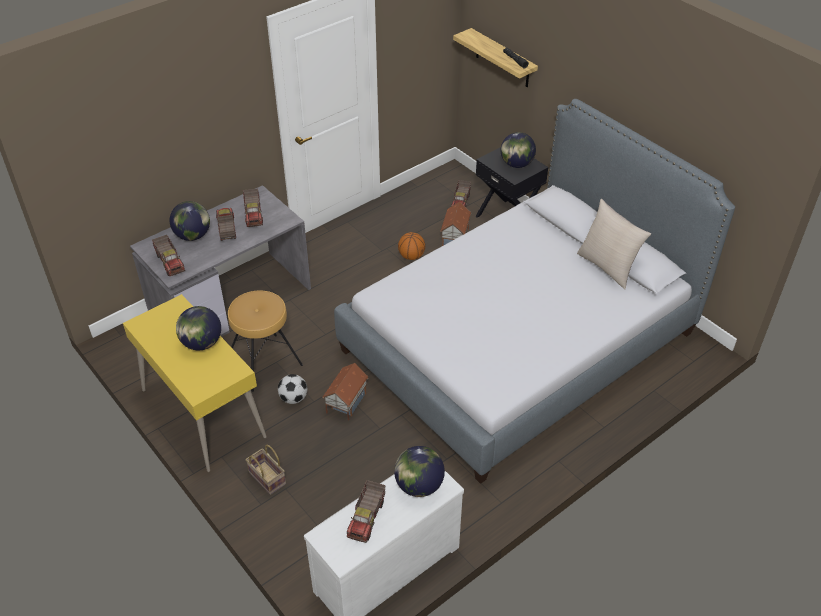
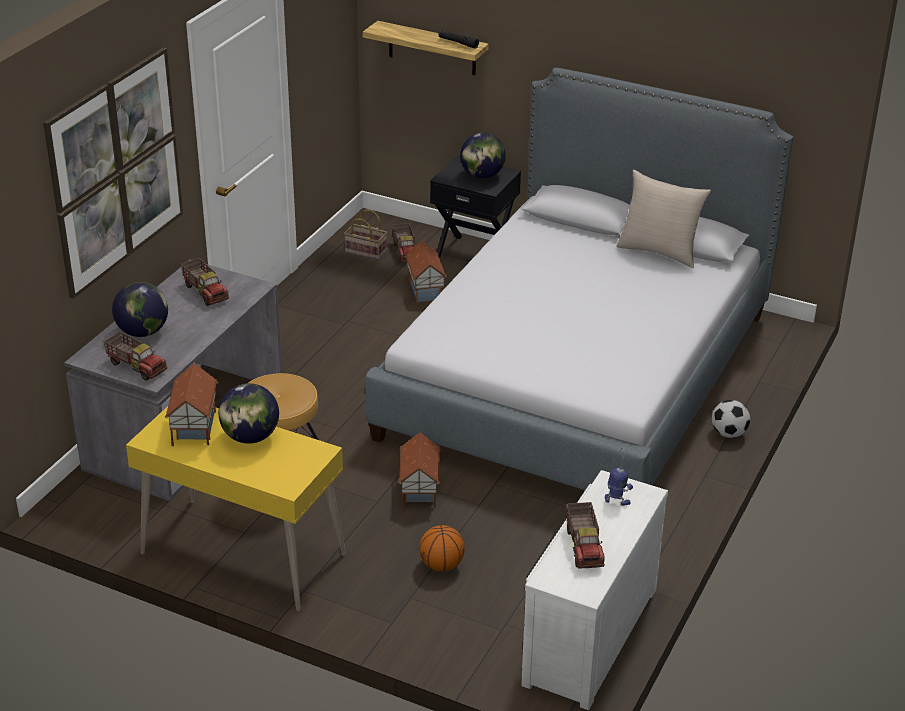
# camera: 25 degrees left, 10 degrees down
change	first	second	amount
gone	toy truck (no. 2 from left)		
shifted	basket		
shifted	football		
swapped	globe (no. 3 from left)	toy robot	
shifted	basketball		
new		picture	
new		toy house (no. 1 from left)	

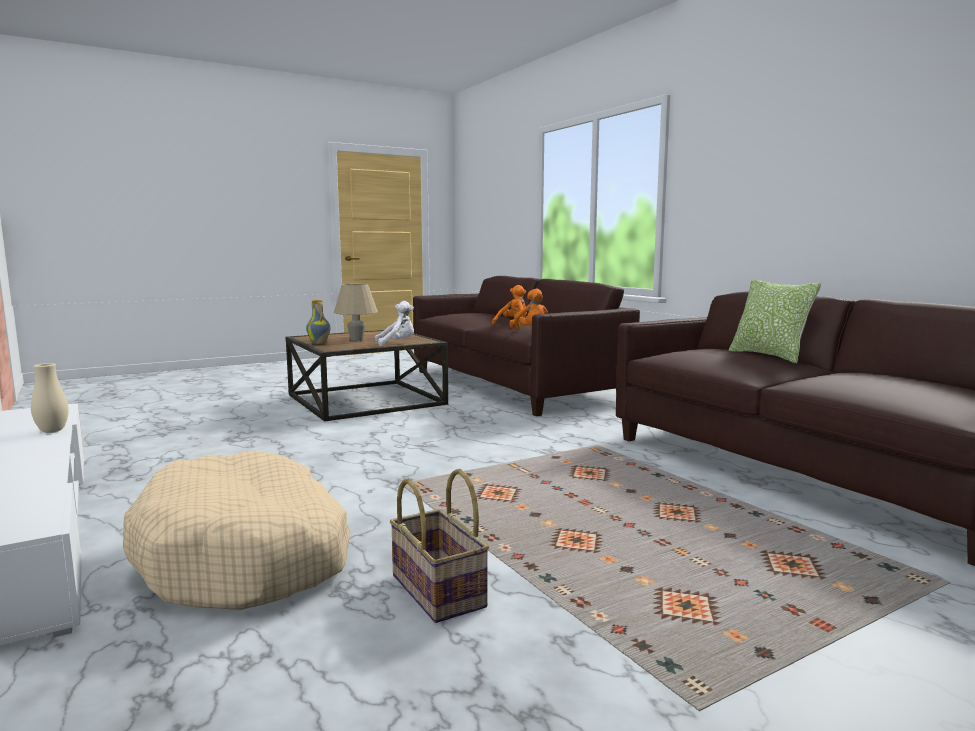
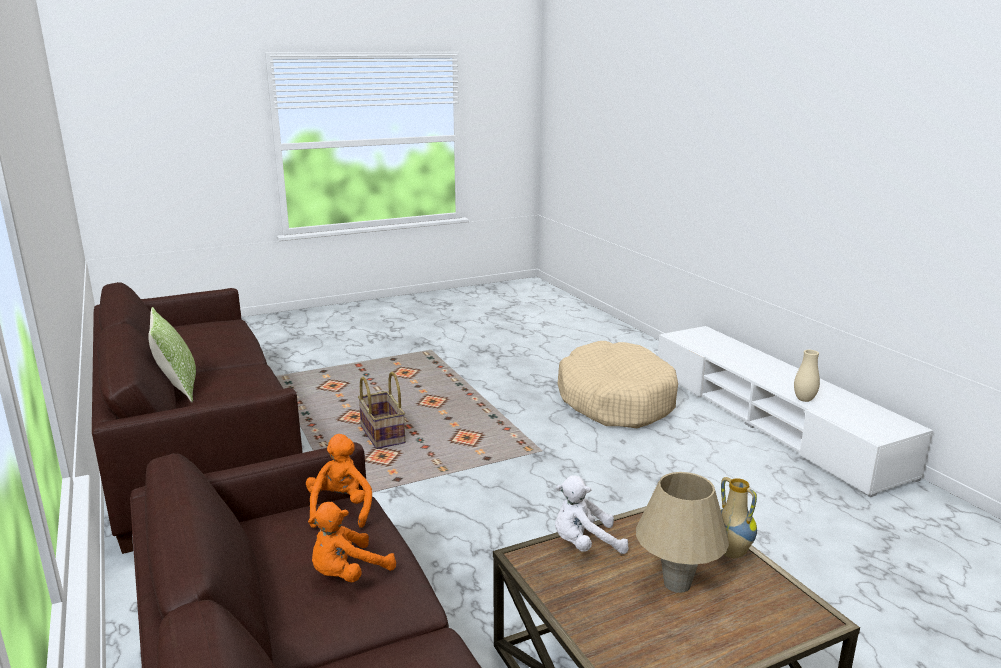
# camera: 175 degrees left, 10 degrees up
change	first	second	amount
shifted	basket		

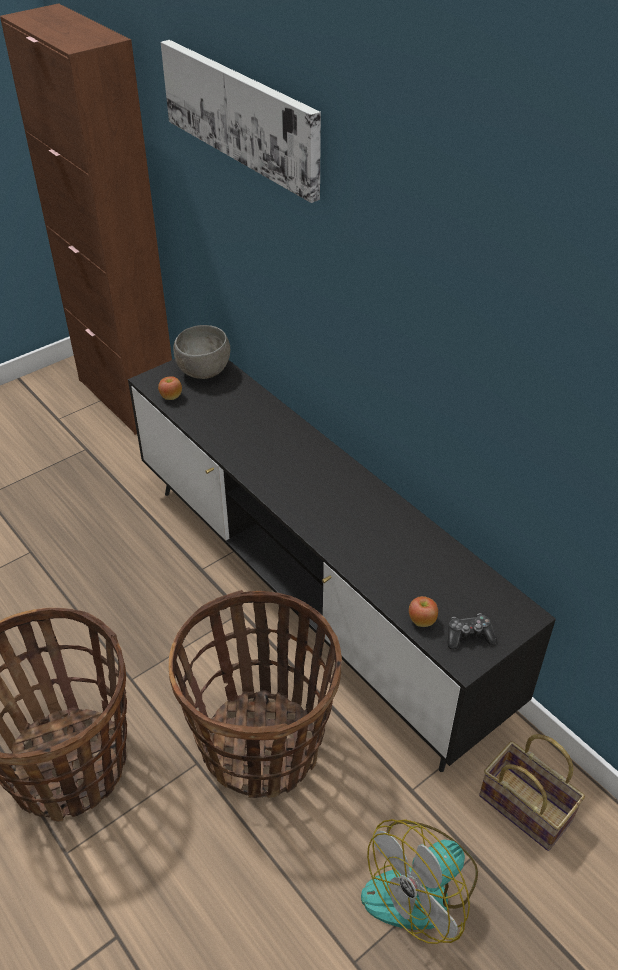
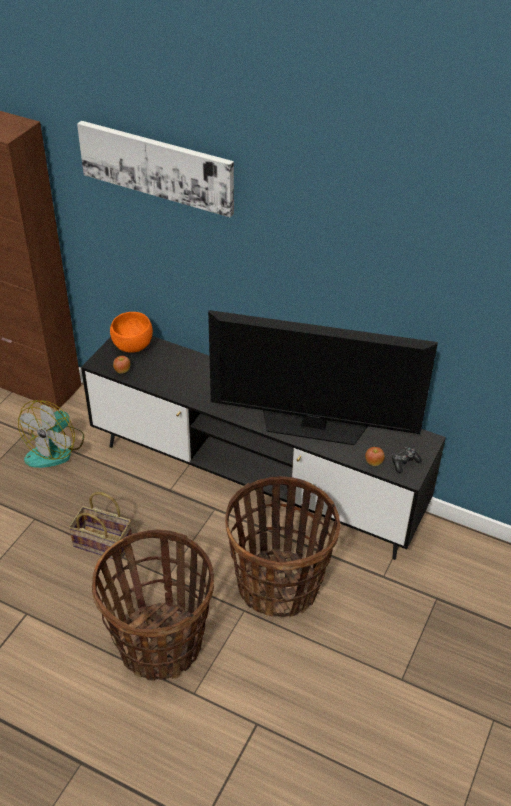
# camera: 25 degrees left, 0 degrees up
change	first	second	amount
repainted	bowl in grey	bowl in orange	
shifted	fan		
shifted	basket (no. 3 from left in the first image)	basket (no. 1 from left)	
new		television	

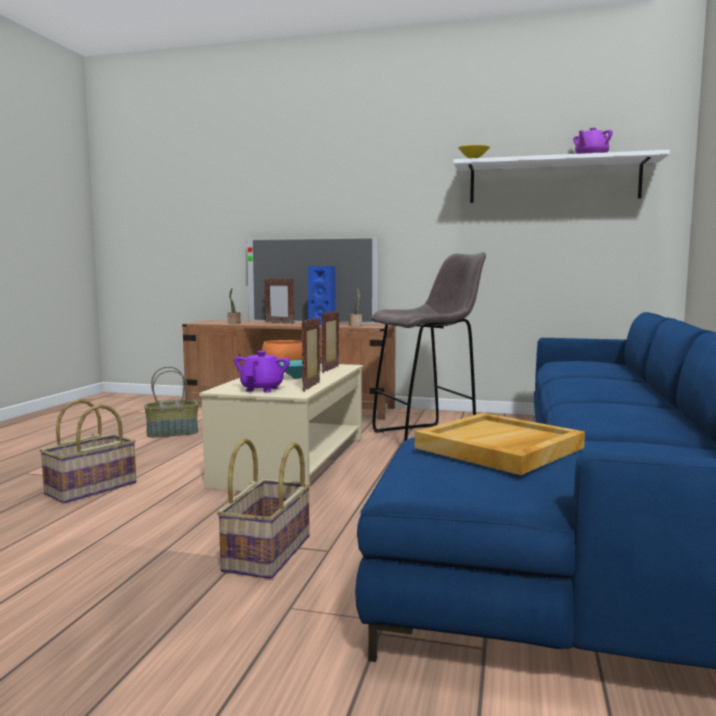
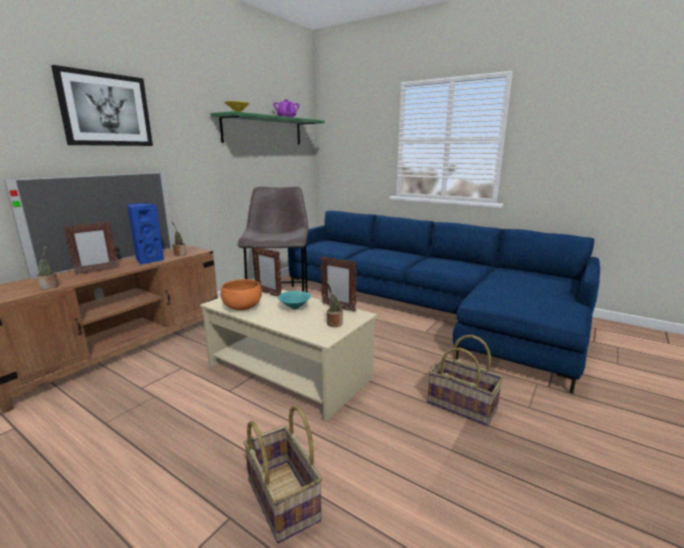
# camera: 70 degrees left, 10 degrees up
change	first	second	amount
gone	basket (no. 2 from left)		
swapped	teapot in purple (no. 1 from left)	potted plant (no. 3 from left)	
gone	tray in beige		
repainted	shelf in white	shelf in green	
new		picture	

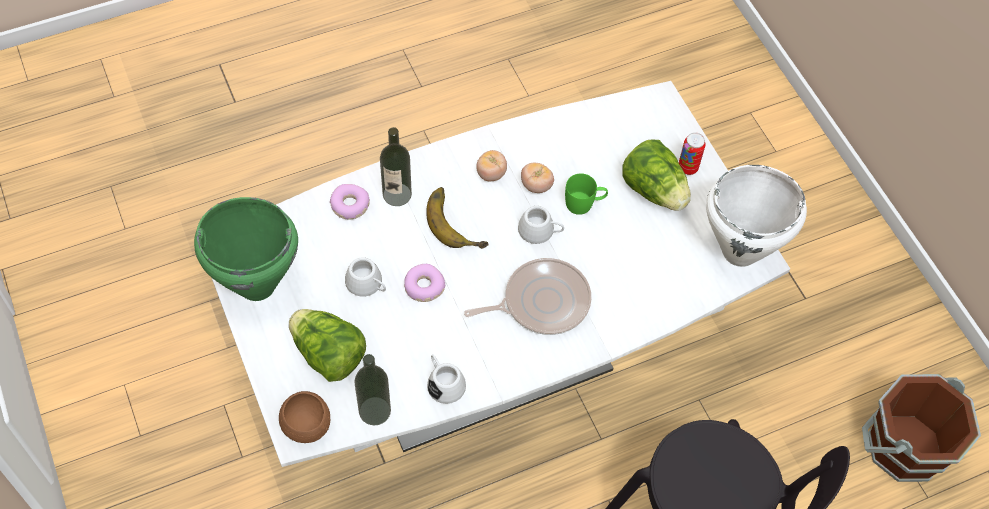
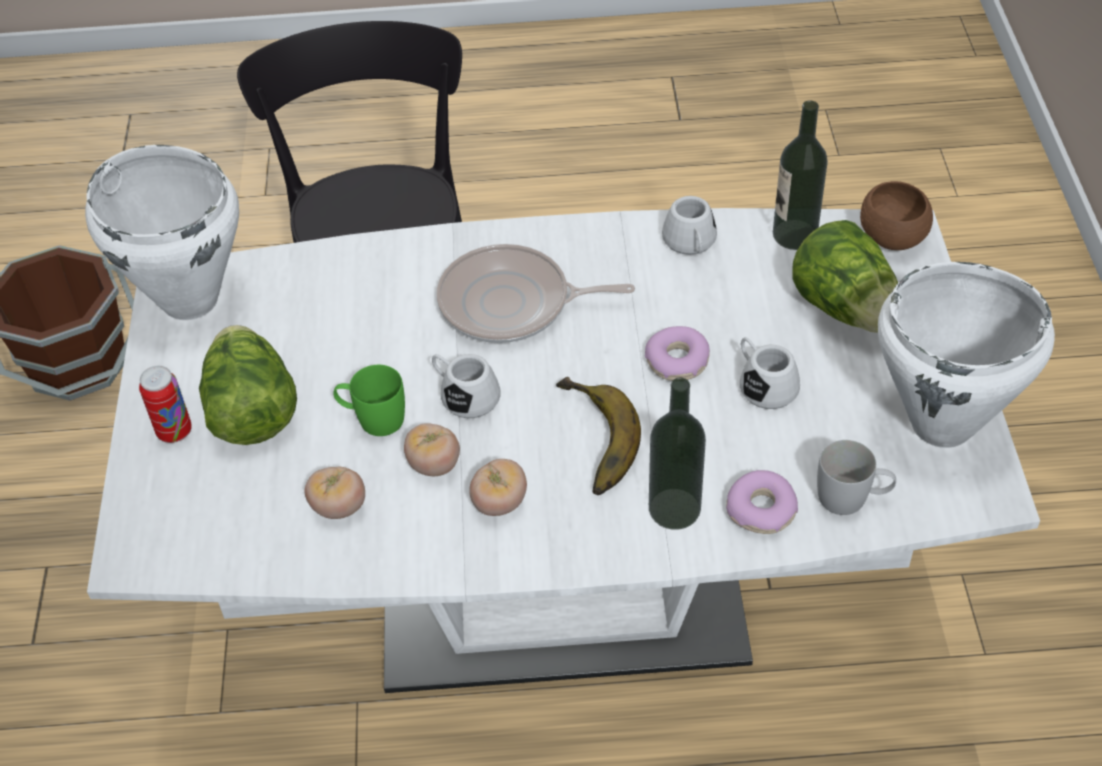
# camera: 155 degrees left, 10 degrees down
change	first	second	amount
repainted	cooking pot in green	cooking pot in white (no. 2 from left)	
new		tomato (no. 1 from left)	
new		mug in white (no. 4 from left)	

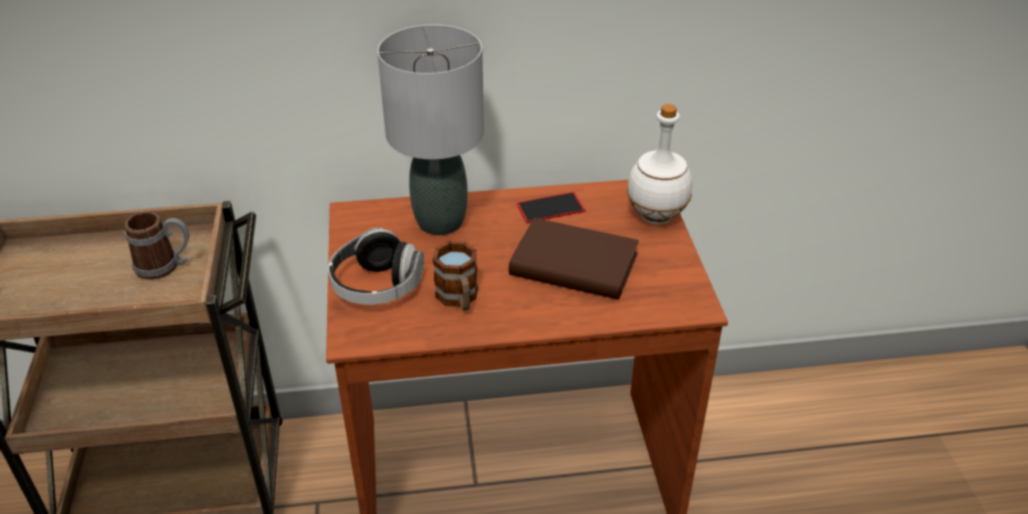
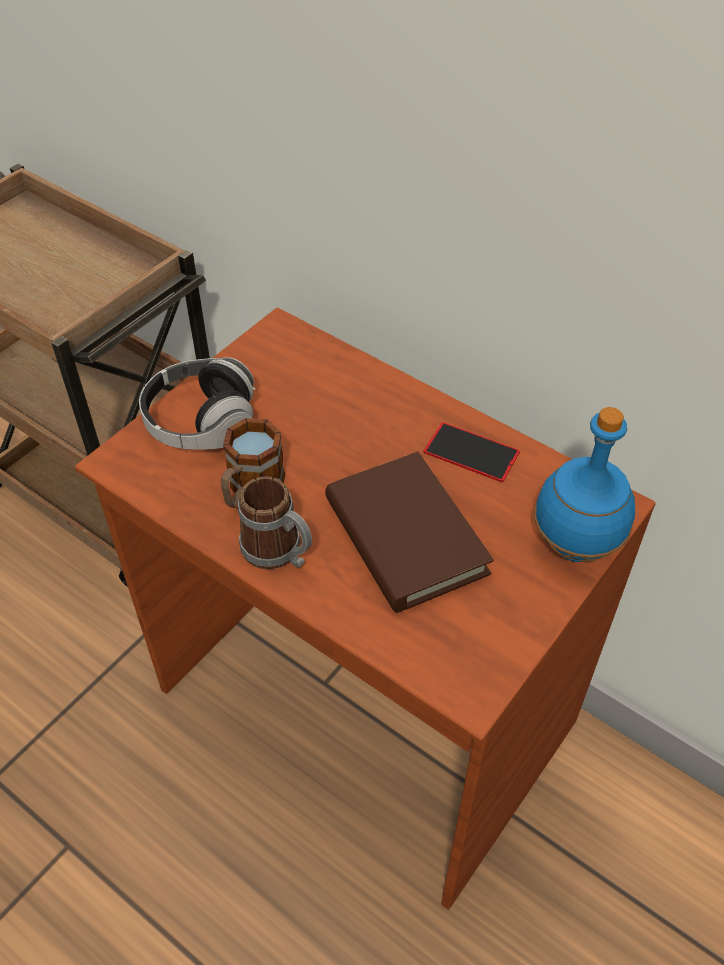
# camera: 45 degrees right, 10 degrees up
change	first	second	amount
shifted	mug (no. 1 from left in the first image)	mug (no. 2 from left)	
gone	table lamp in grey		
repainted	bottle in white	bottle in blue	

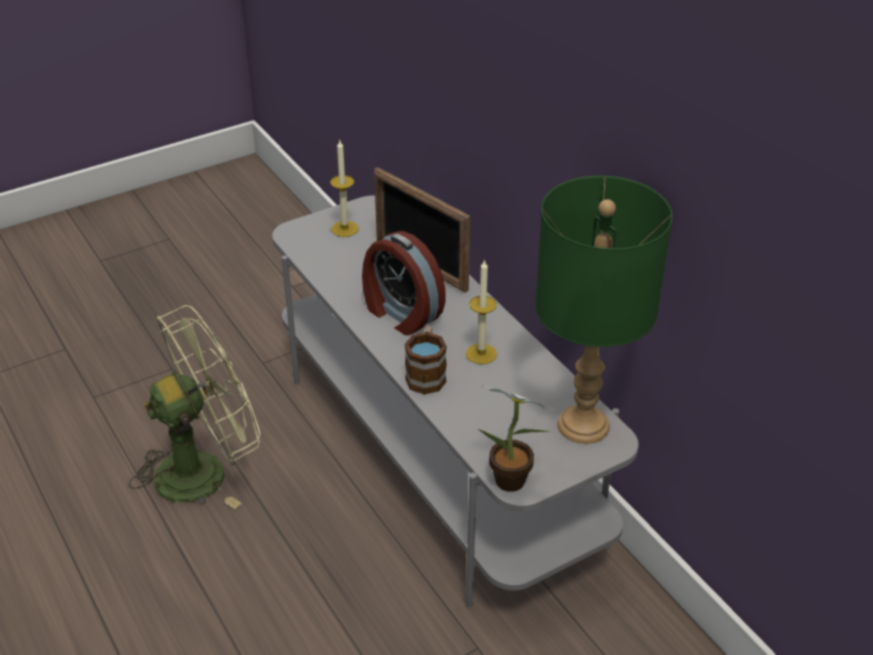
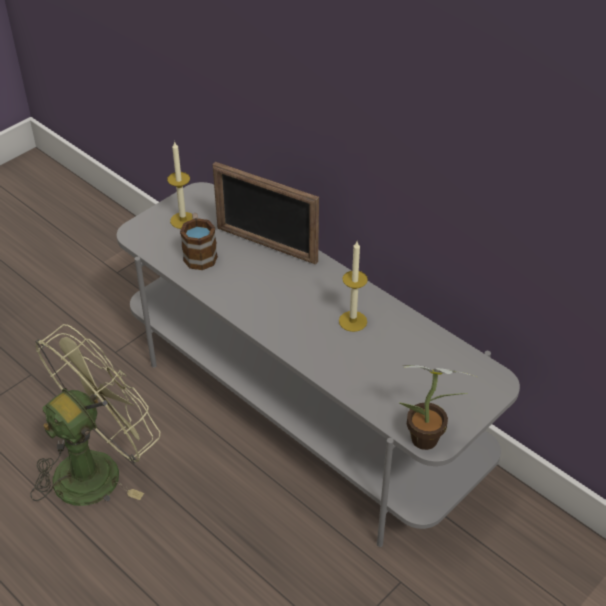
# camera: 15 degrees left, 5 degrees up
change	first	second	amount
gone	alarm clock		
shifted	mug		
gone	table lamp in green		

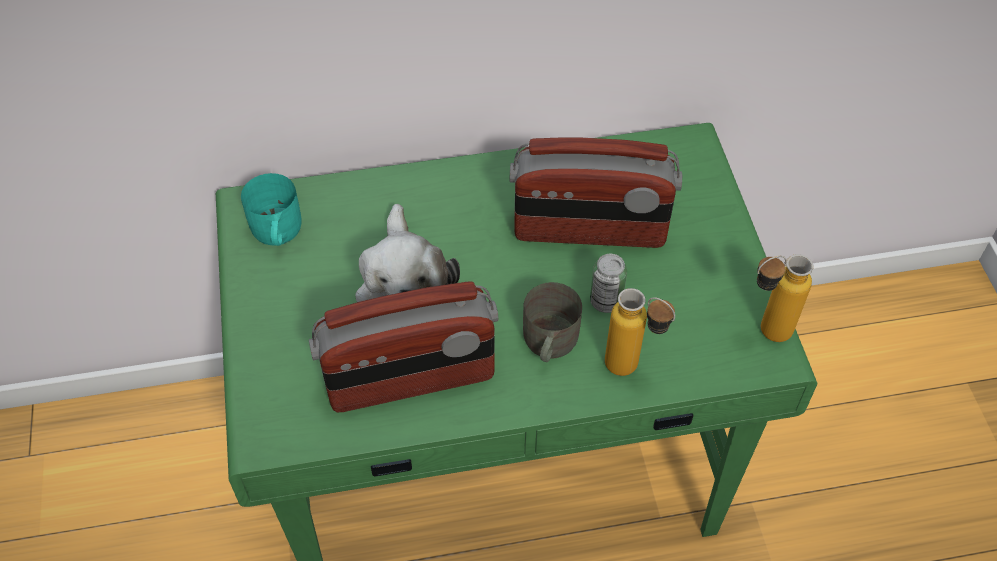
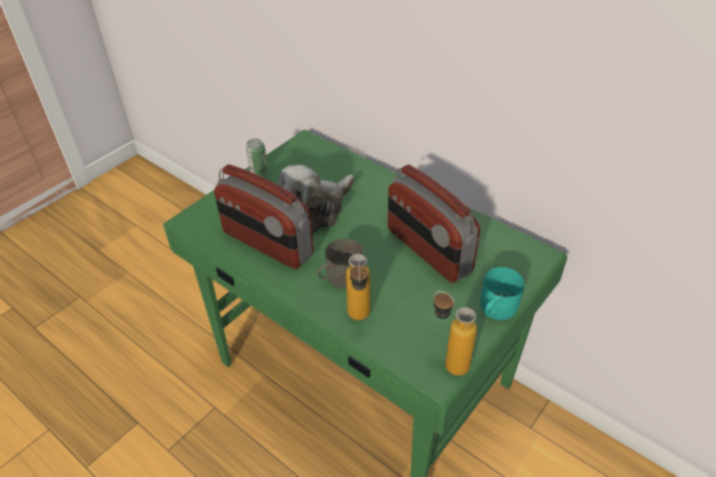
# camera: 50 degrees right, 10 degrees down
change	first	second	amount
shifted	mug in turquoise		
shifted	can		

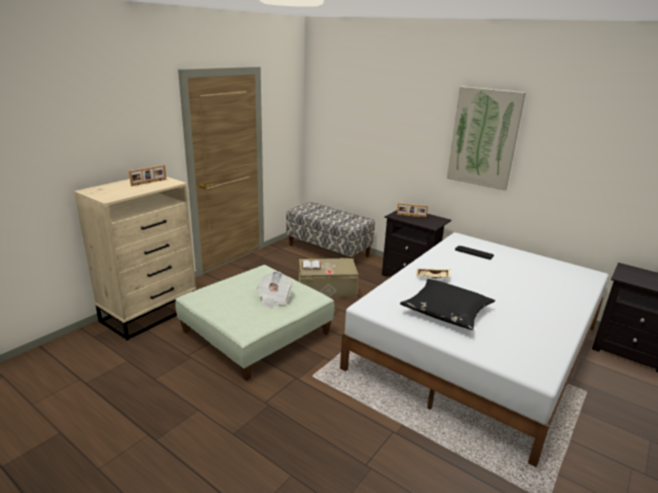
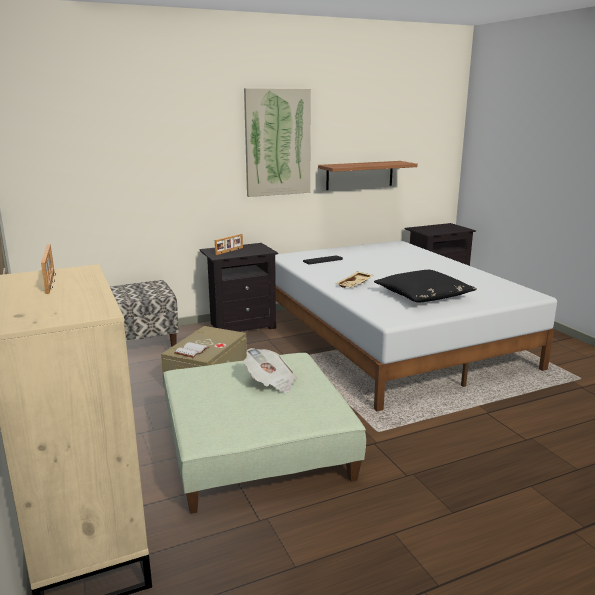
# camera: 60 degrees left, 5 degrees down
change	first	second	amount
new		shelf	

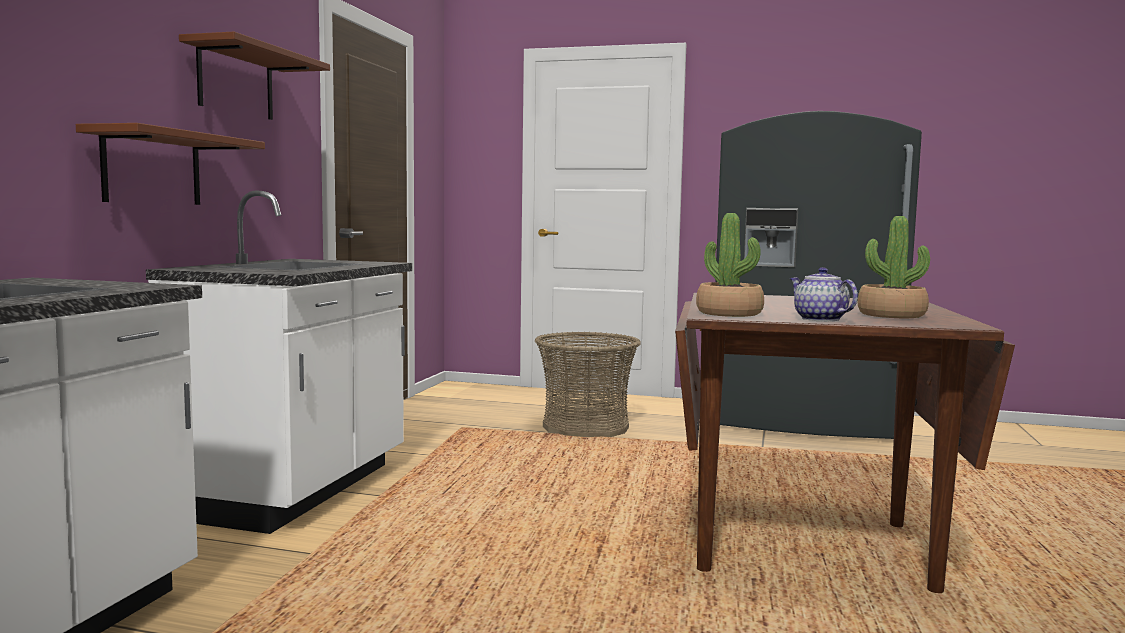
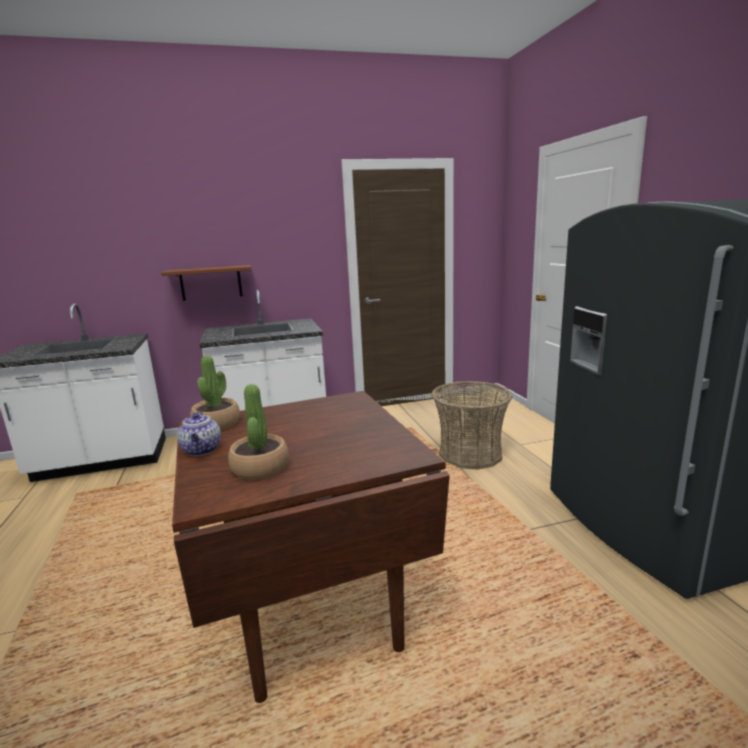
# camera: 60 degrees right, 10 degrees up
change	first	second	amount
gone	shelf in brown (no. 2 from left)		
rotated	teapot		135 degrees clockwise

